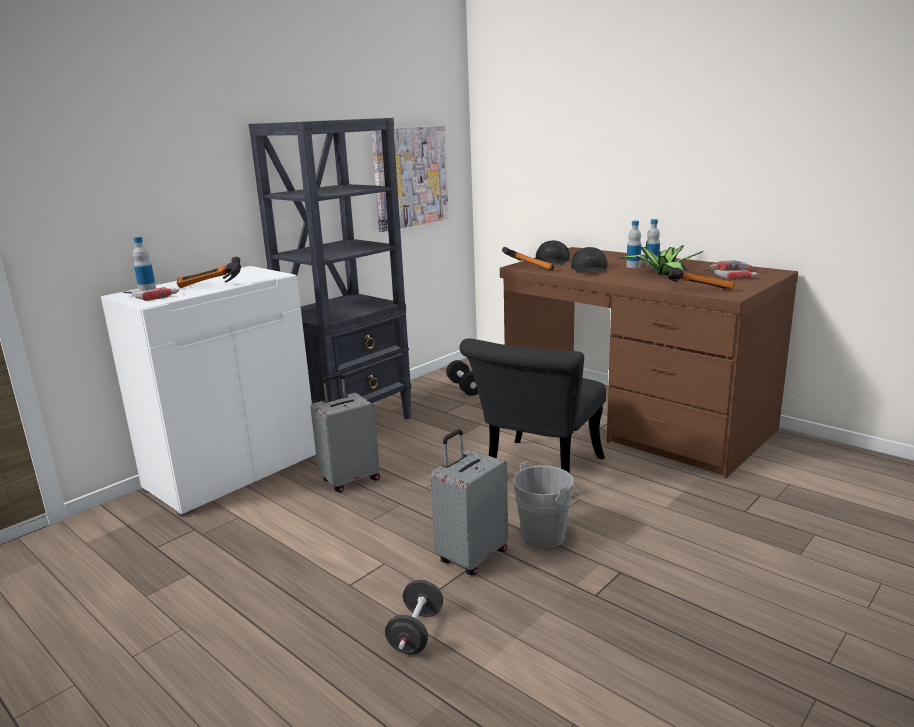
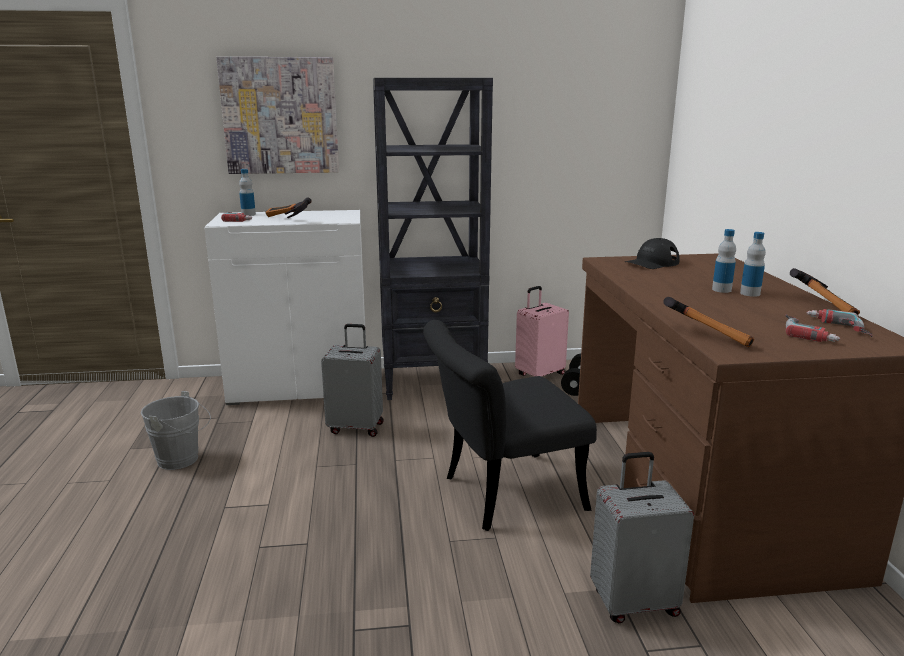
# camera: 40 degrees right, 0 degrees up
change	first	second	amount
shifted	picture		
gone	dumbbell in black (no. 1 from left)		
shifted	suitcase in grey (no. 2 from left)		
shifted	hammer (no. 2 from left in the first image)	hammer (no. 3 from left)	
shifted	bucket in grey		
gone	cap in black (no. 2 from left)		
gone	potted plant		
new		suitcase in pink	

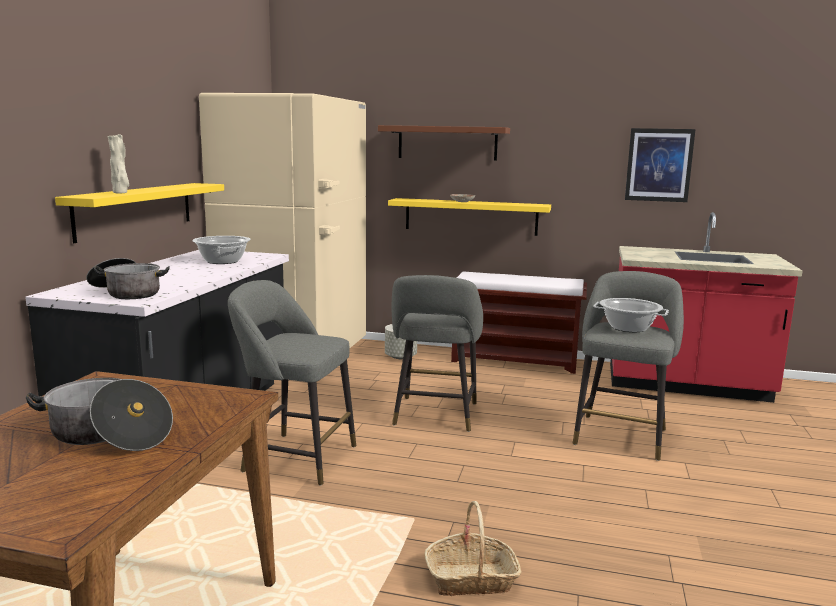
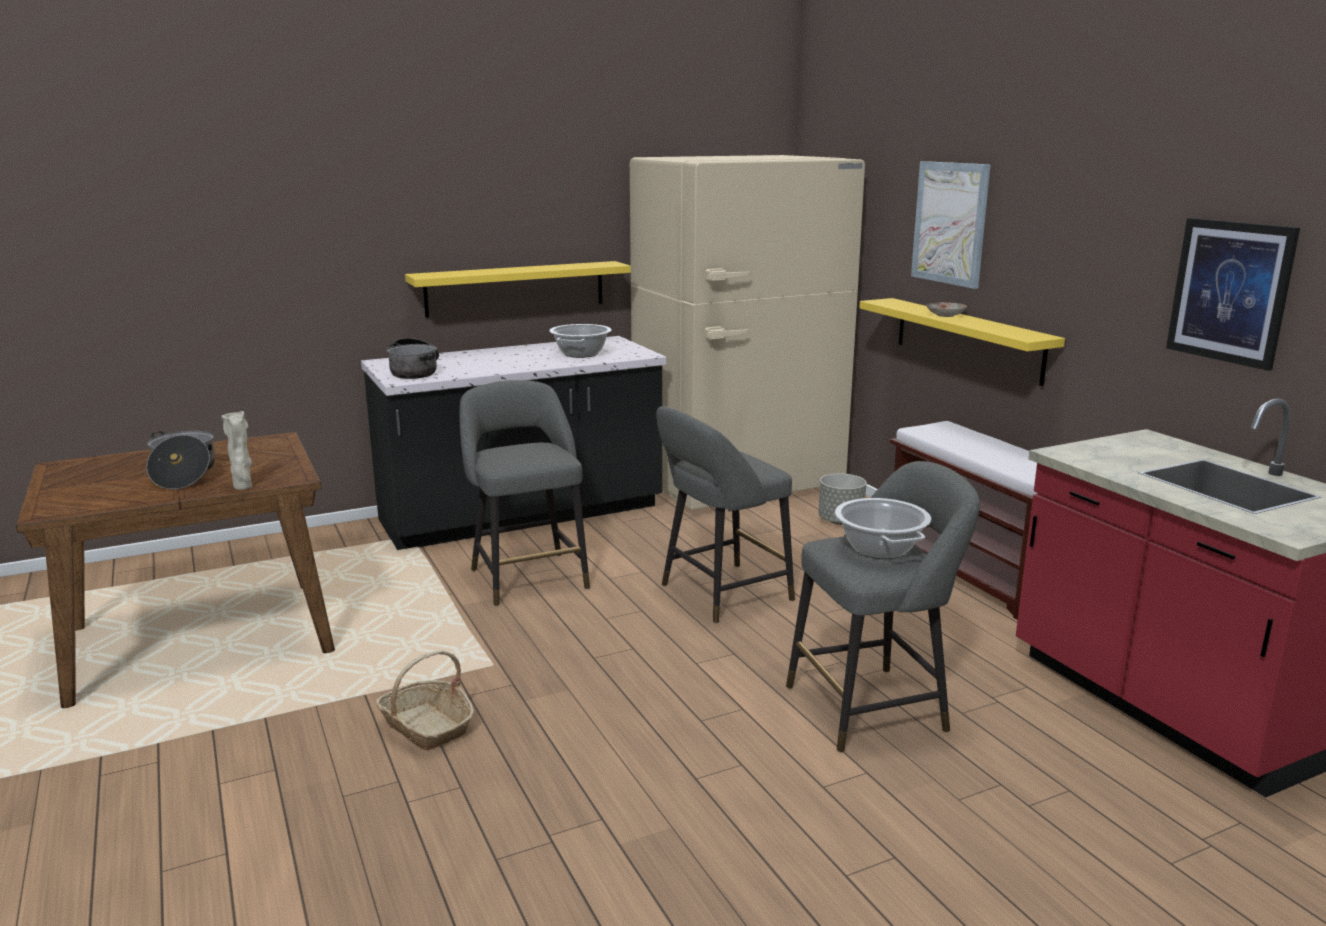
# camera: 50 degrees right, 5 degrees up
change	first	second	amount
shifted	vase in beige		
swapped	shelf in brown	picture (no. 1 from left)	

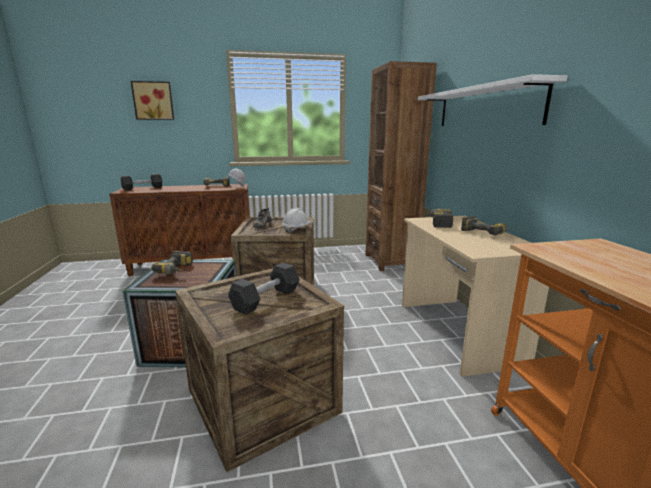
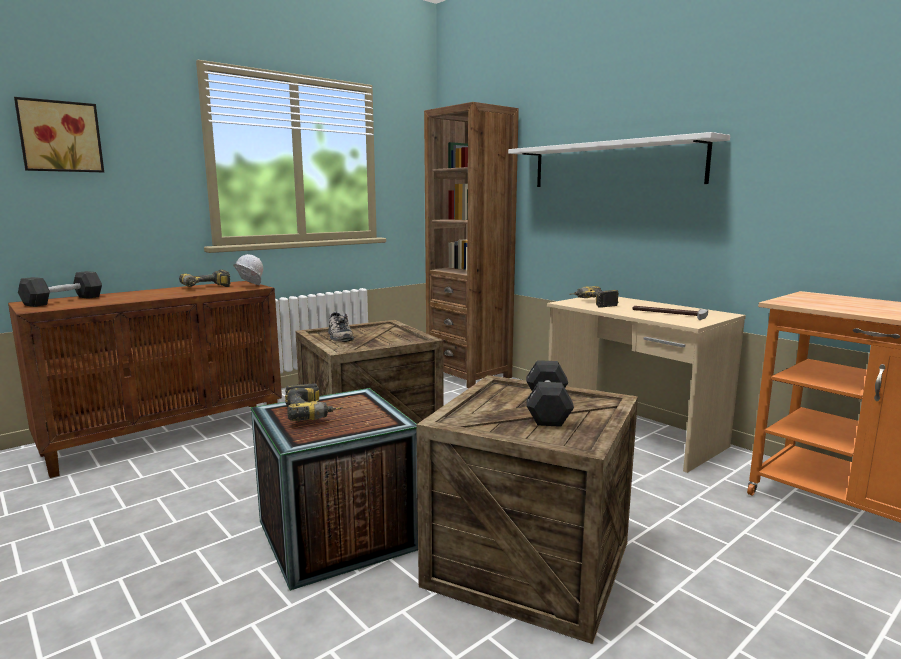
# camera: 30 degrees left, 5 degrees down
change	first	second	amount
gone	hard hat in white (no. 2 from left)		
gone	power drill (no. 4 from left)		
new		hammer	

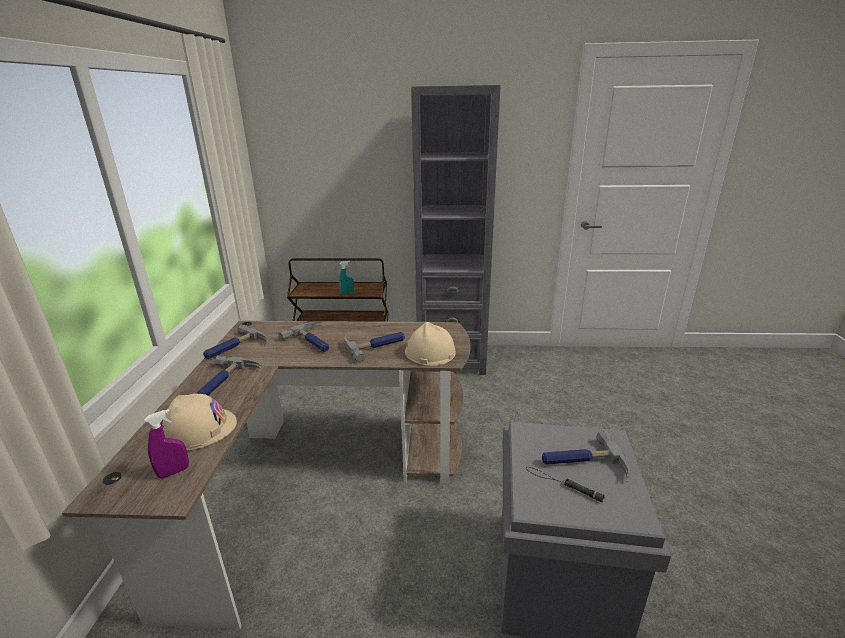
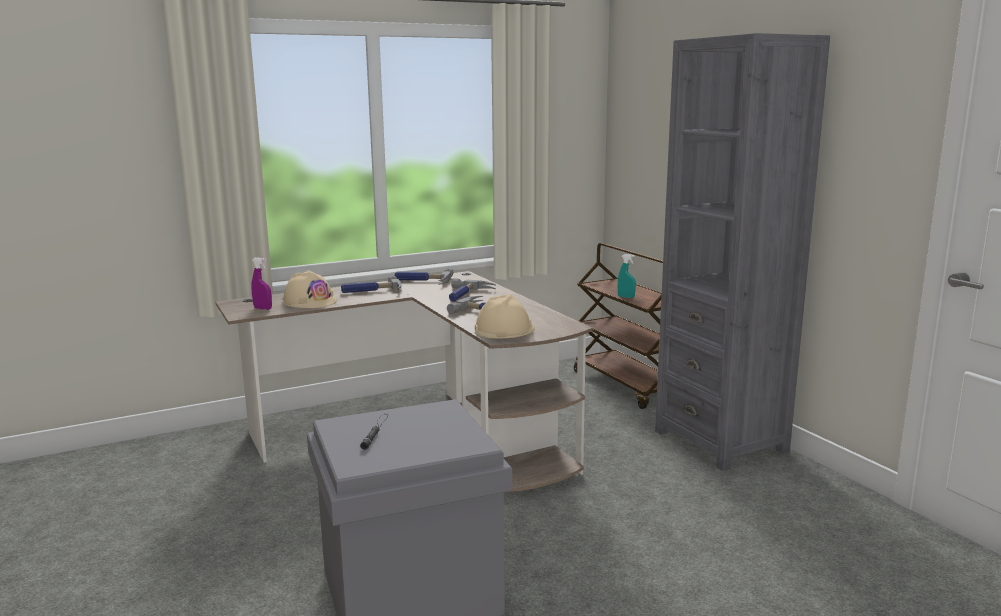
# camera: 60 degrees right, 10 degrees down
change	first	second	amount
gone	hammer (no. 5 from left)		

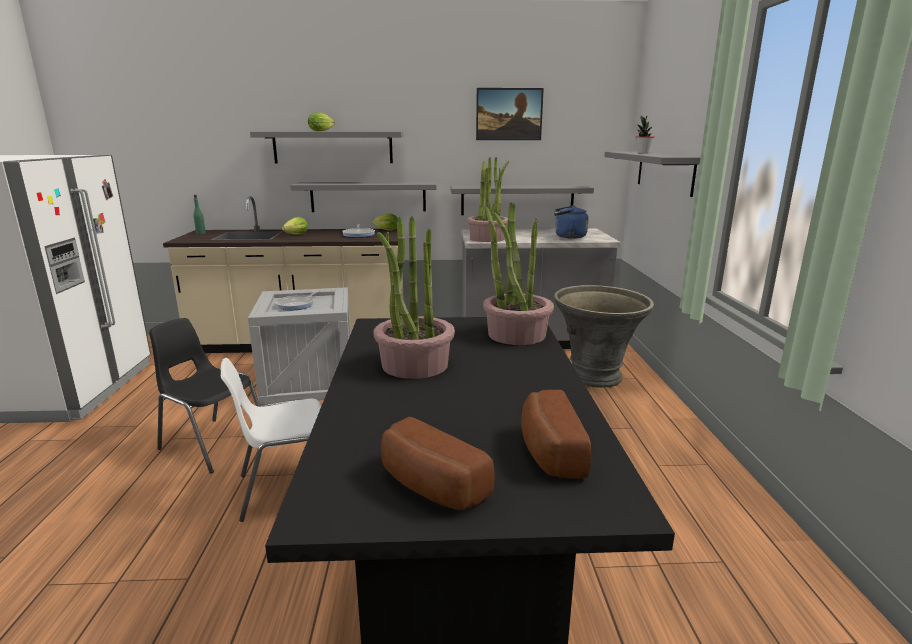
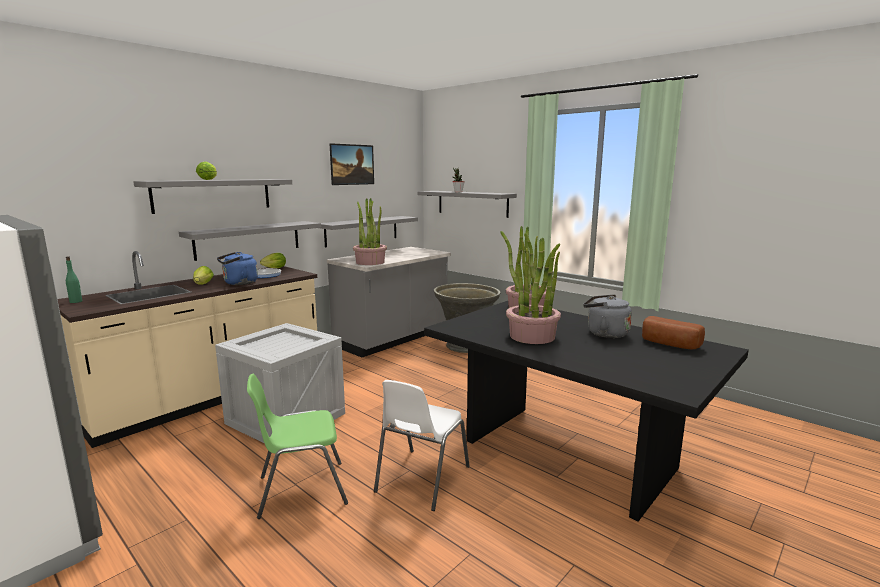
# camera: 45 degrees left, 5 degrees down
change	first	second	amount
repainted	chair in black	chair in green	
gone	frying pan (no. 1 from left)		
gone	bread (no. 1 from left)		
shifted	kettle in blue		
new		kettle in grey	

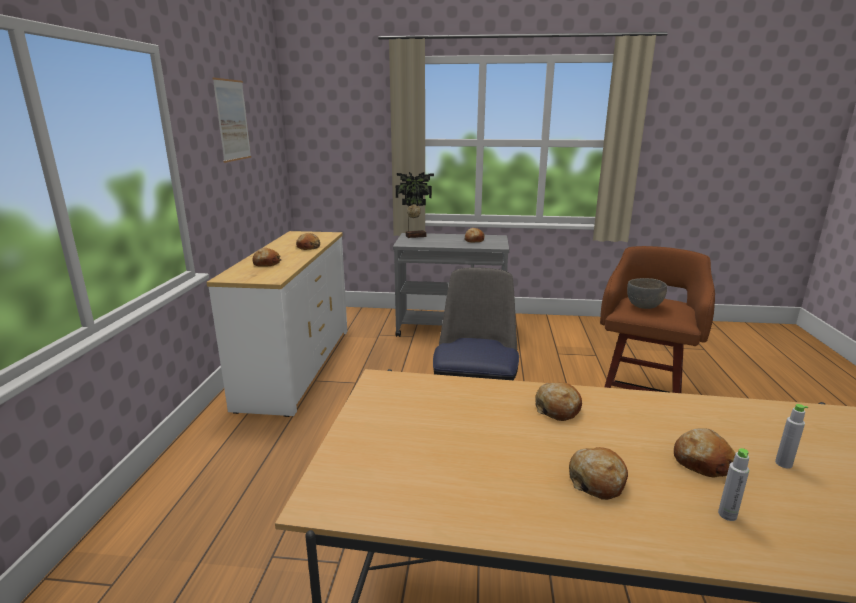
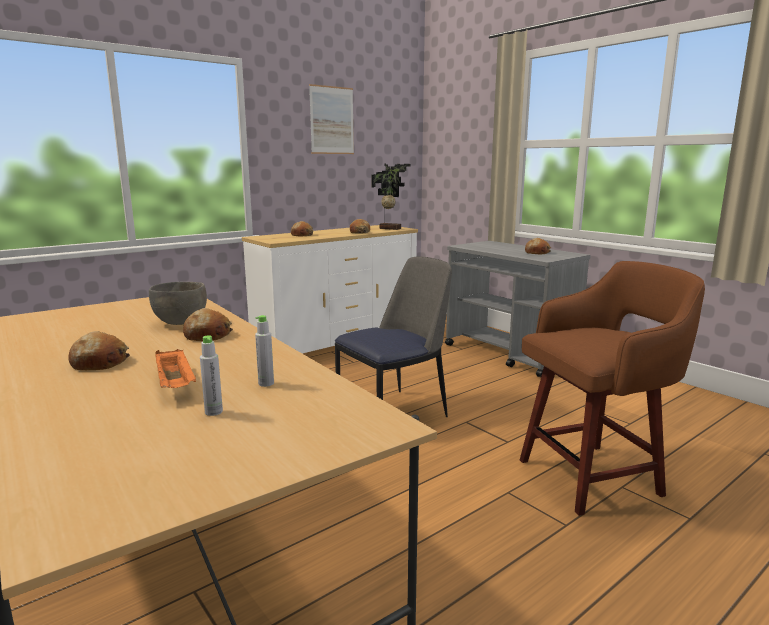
# camera: 45 degrees right, 5 degrees down
change	first	second	amount
shifted	potted plant		
shifted	bowl in grey		
swapped	bread (no. 6 from left)	tray in orange	
shifted	bottle in grey (no. 1 from left in the first image)	bottle in grey (no. 2 from left)	

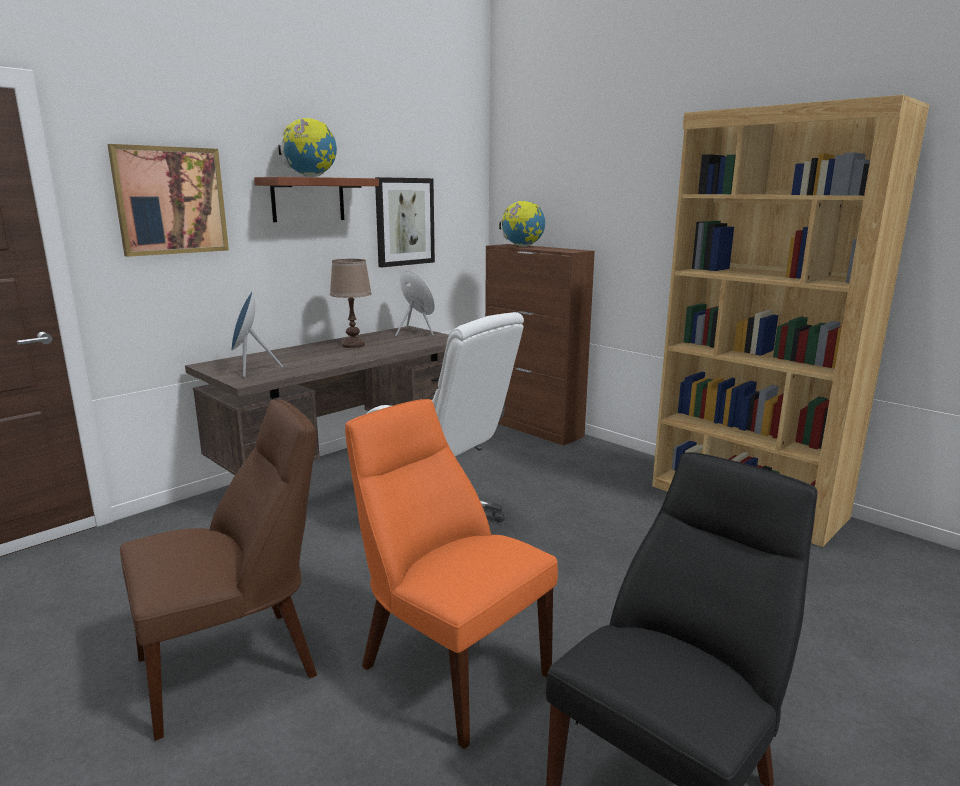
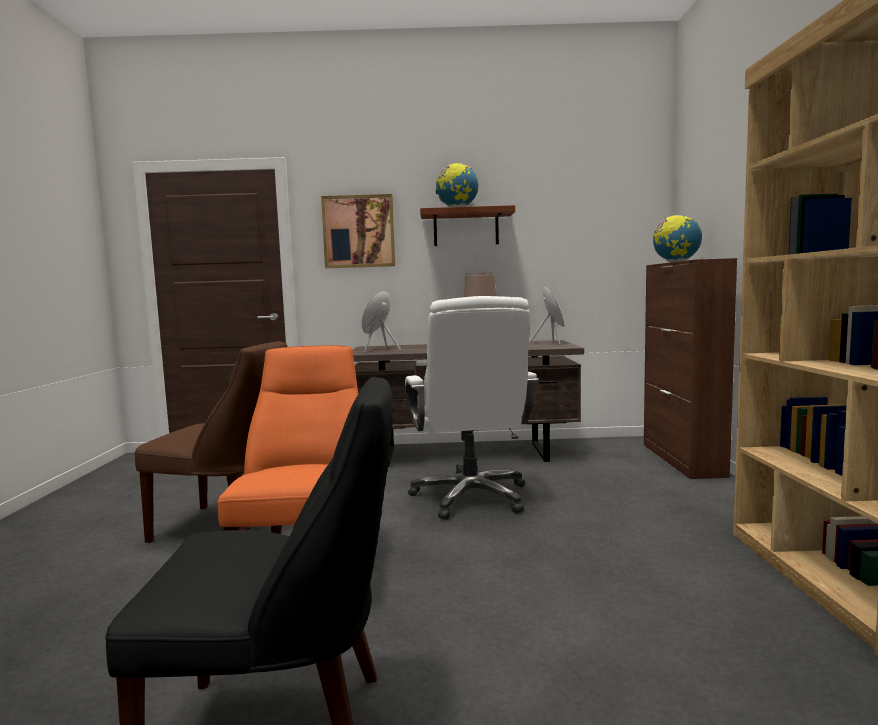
# camera: 45 degrees right, 10 degrees down
change	first	second	amount
gone	picture (no. 2 from left)		

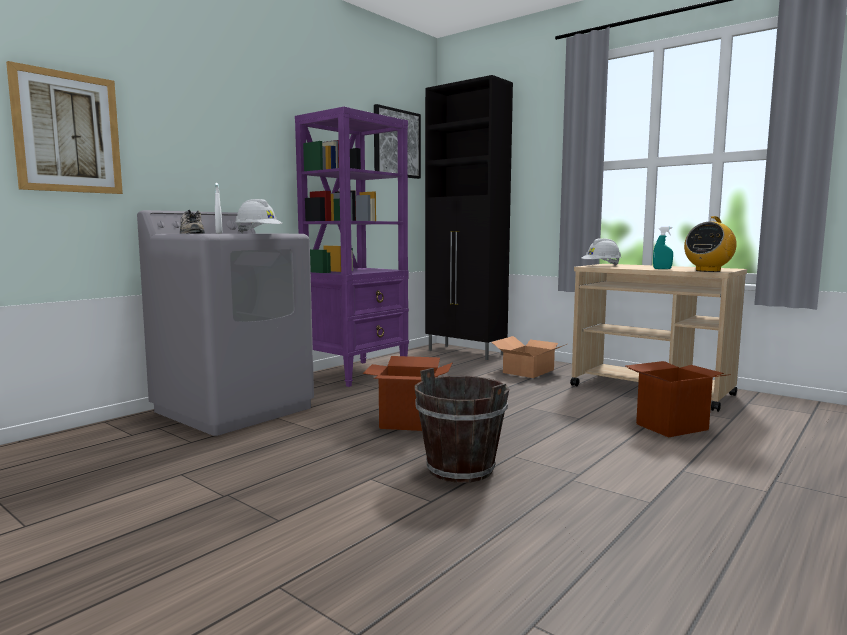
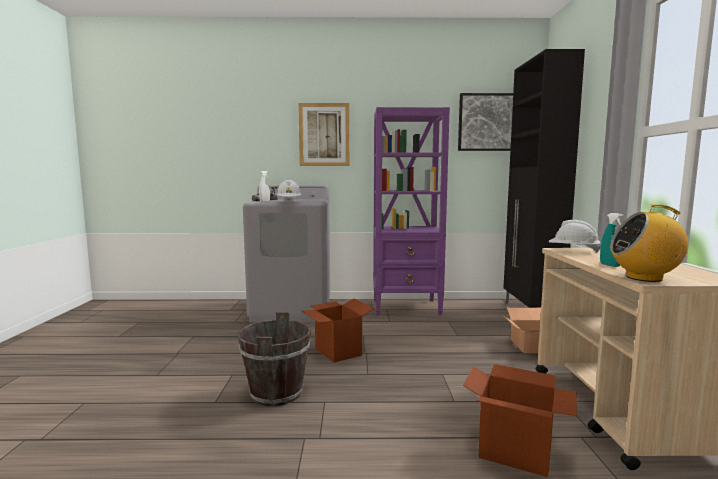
# camera: 50 degrees right, 0 degrees up
change	first	second	amount
shifted	picture (no. 1 from left)		

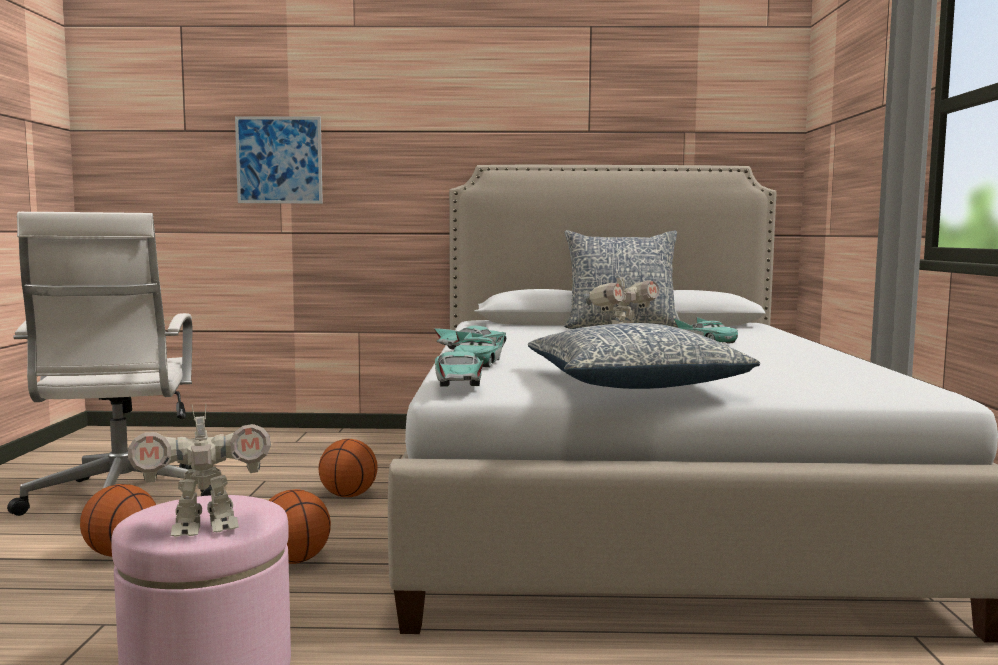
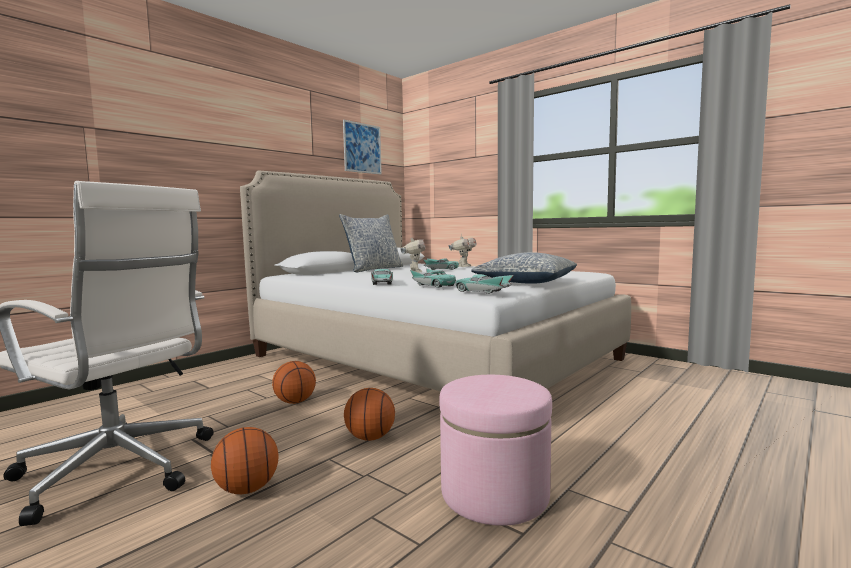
# camera: 50 degrees left, 0 degrees up
change	first	second	amount
shifted	toy robot (no. 1 from left in the first image)	toy robot (no. 2 from left)	
shifted	picture		

